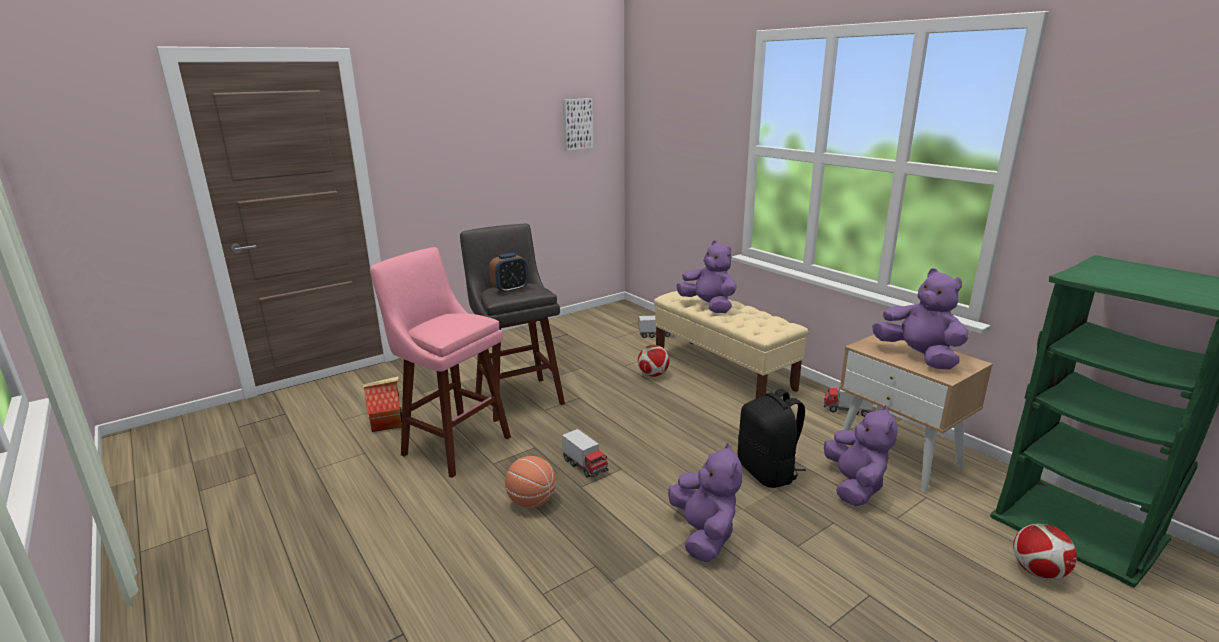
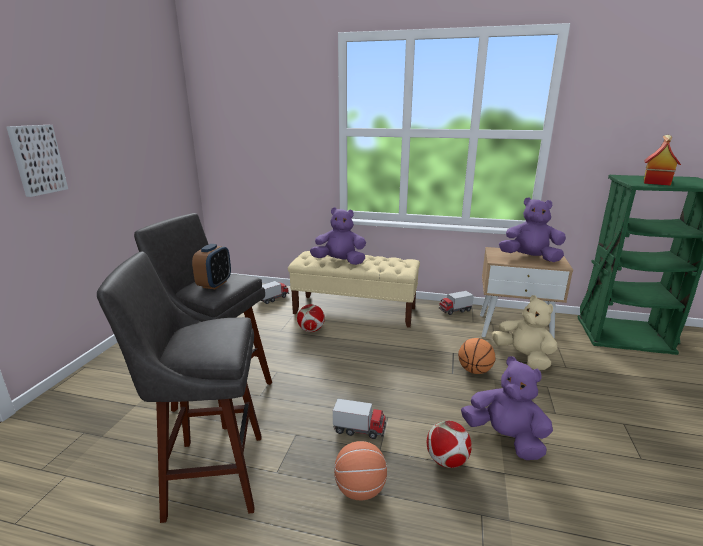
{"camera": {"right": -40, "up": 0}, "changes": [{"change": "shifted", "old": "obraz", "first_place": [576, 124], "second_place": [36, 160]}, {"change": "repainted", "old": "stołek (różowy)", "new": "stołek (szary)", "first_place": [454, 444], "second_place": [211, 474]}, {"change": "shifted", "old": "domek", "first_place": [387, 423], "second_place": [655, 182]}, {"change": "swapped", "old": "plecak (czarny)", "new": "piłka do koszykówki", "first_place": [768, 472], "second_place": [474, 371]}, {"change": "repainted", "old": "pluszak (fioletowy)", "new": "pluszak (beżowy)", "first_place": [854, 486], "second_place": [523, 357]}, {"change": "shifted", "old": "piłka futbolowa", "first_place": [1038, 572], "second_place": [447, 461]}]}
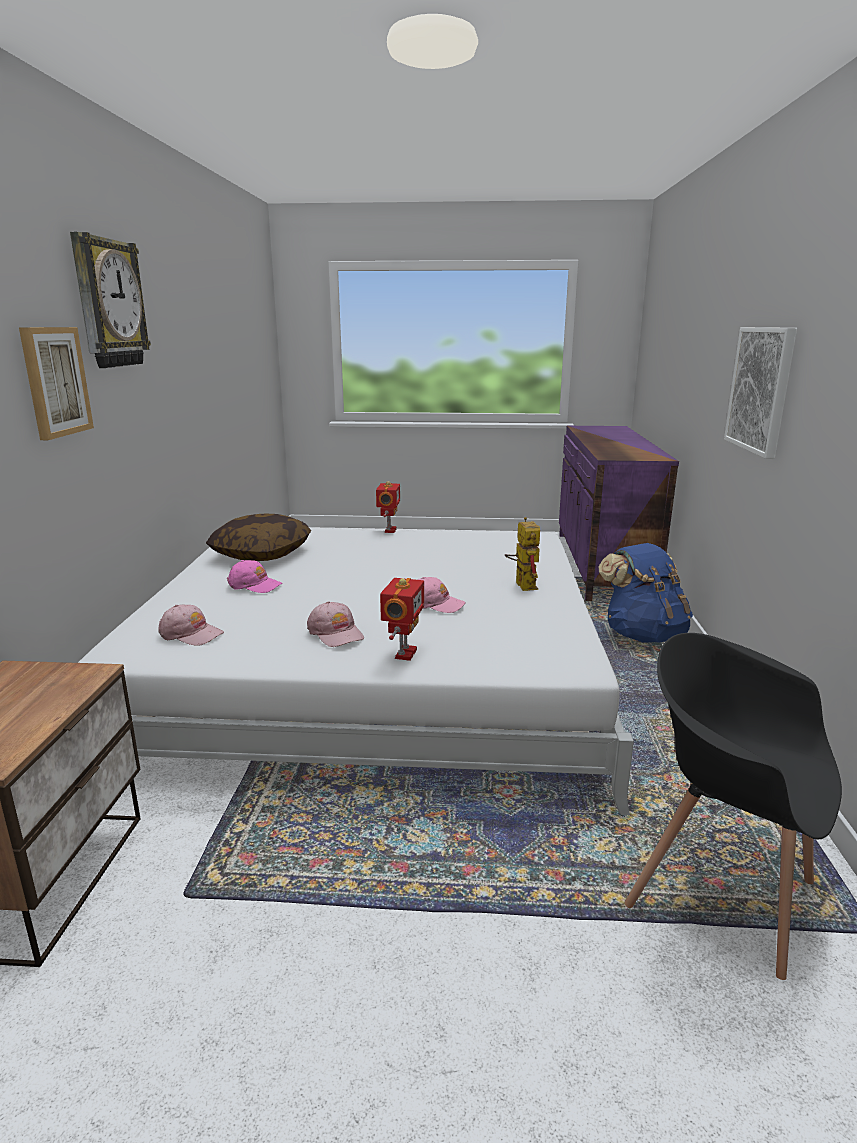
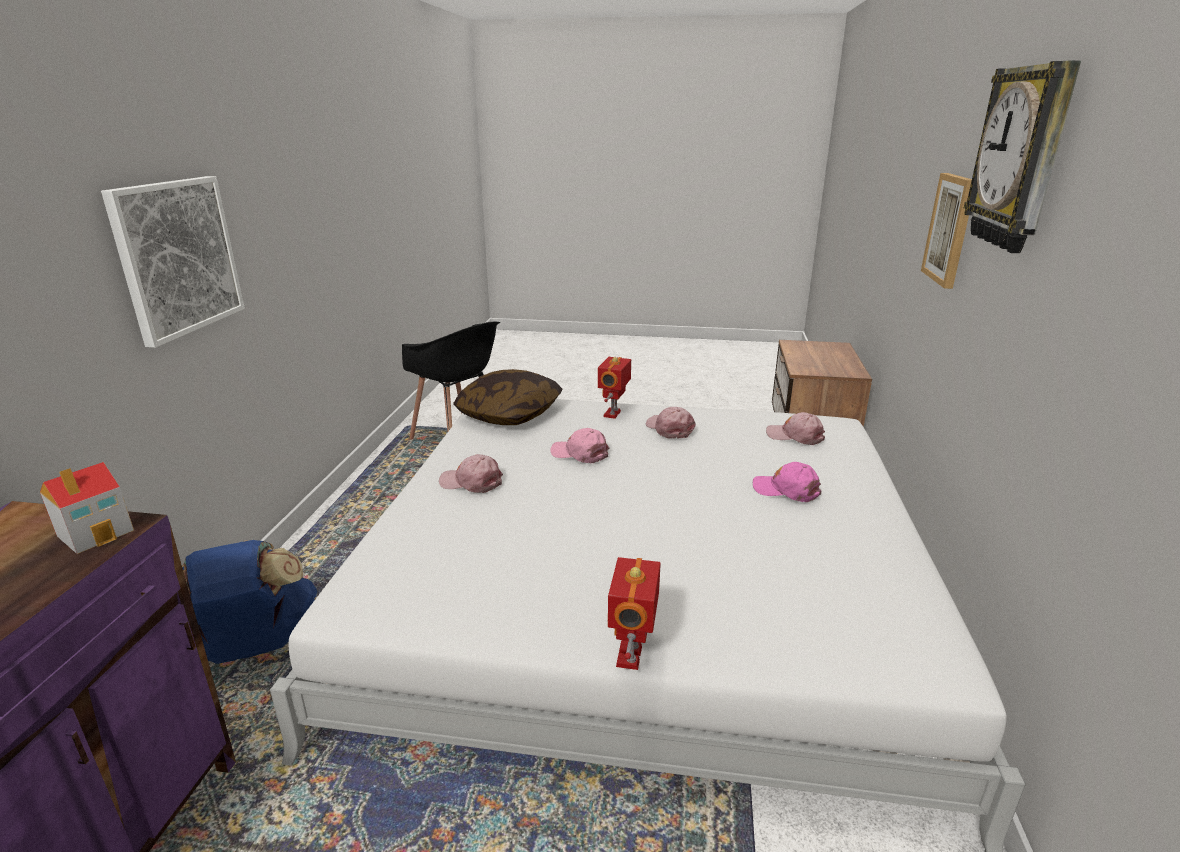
{"camera": {"right": -175, "up": 5}, "changes": [{"change": "shifted", "old": "poduszka", "first_place": [261, 553], "second_place": [509, 414]}, {"change": "swapped", "old": "robot zabawkowy", "new": "czapka z daszkiem (różowy)", "first_place": [522, 584], "second_place": [471, 482]}, {"change": "new", "new": "domek", "second_place": [96, 532]}]}
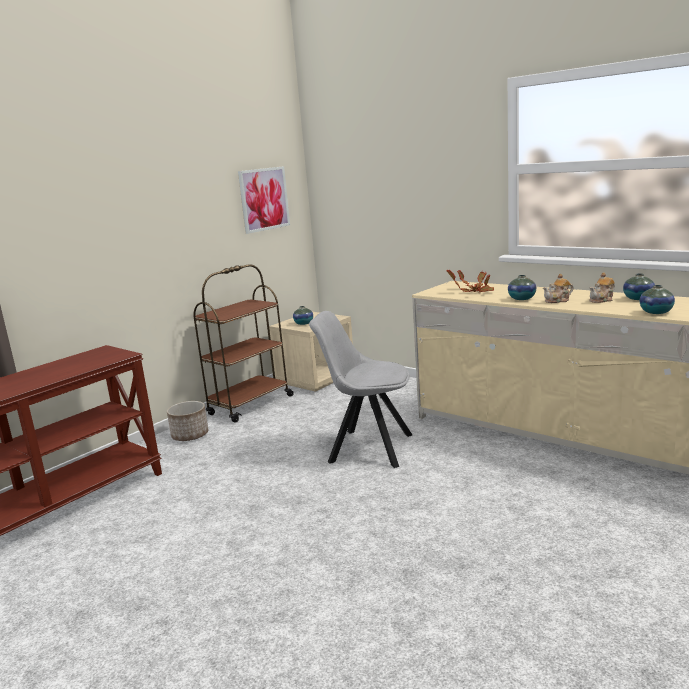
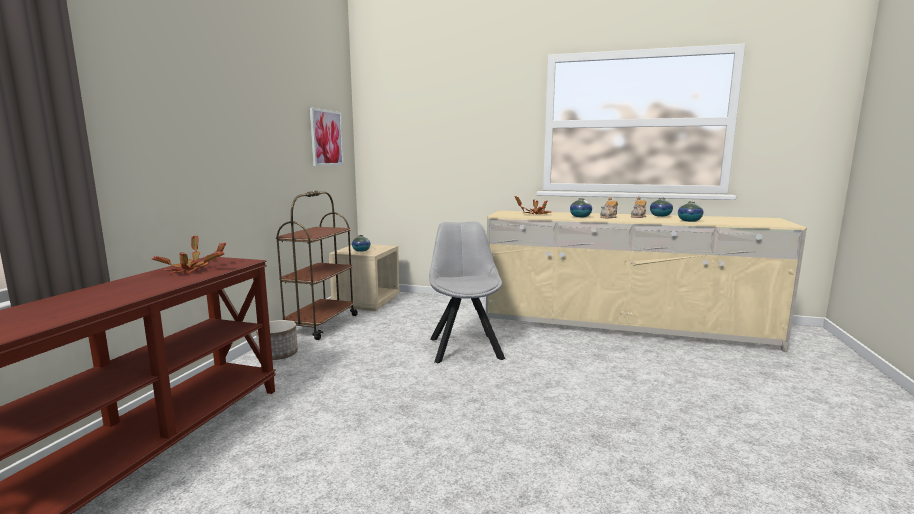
{"camera": {"right": -25, "up": -5}, "changes": [{"change": "rotated", "old": "krzesło (szary)", "first_place": [368, 448], "second_place": [465, 347], "degrees": 90}, {"change": "new", "new": "roślina doniczkowa", "second_place": [192, 270]}]}
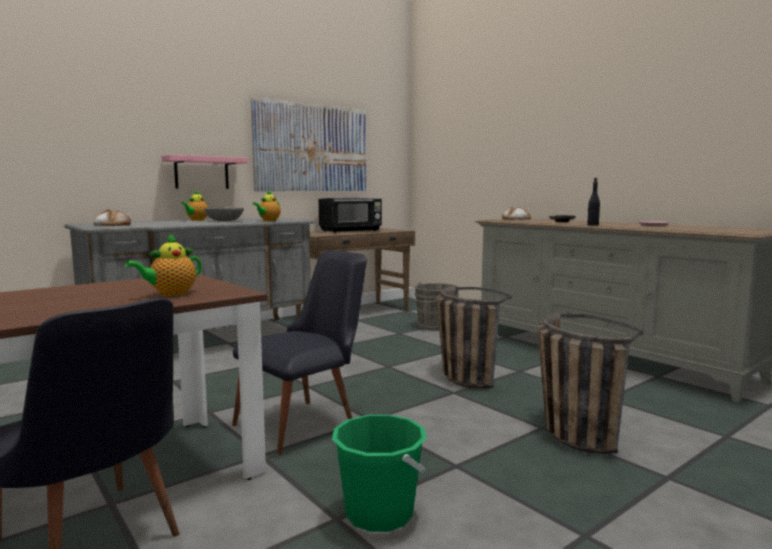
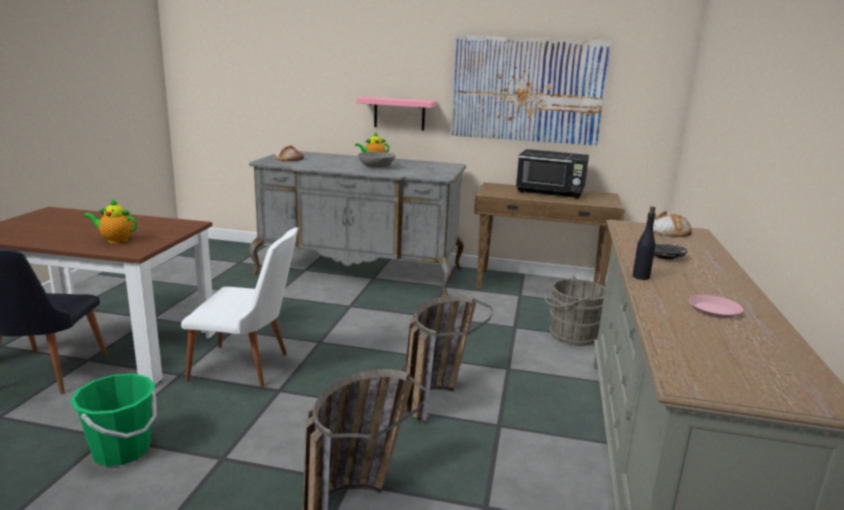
{"camera": {"right": 50, "up": 10}, "changes": [{"change": "gone", "old": "imbryk", "first_place": [268, 220]}, {"change": "repainted", "old": "krzesło (czarny)", "new": "krzesło (biały)", "first_place": [305, 422], "second_place": [248, 368]}]}
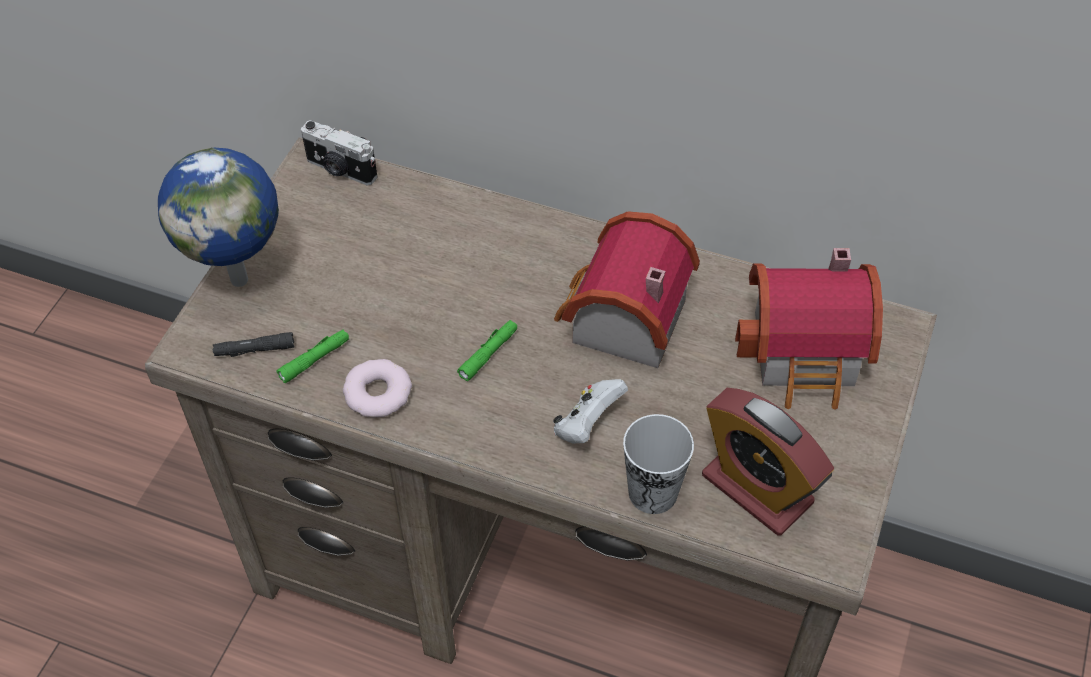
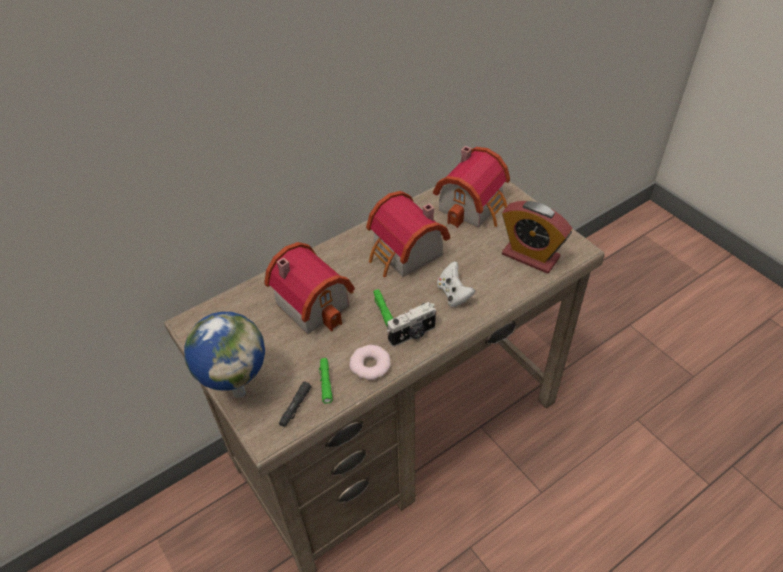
{"camera": {"right": -55, "up": -5}, "changes": [{"change": "shifted", "old": "aparat fotograficzny", "first_place": [340, 170], "second_place": [412, 334]}, {"change": "rotated", "old": "budzik", "first_place": [757, 489], "second_place": [530, 256], "degrees": 45}, {"change": "gone", "old": "filiżanka", "first_place": [653, 492]}, {"change": "new", "new": "domek", "second_place": [315, 302]}]}
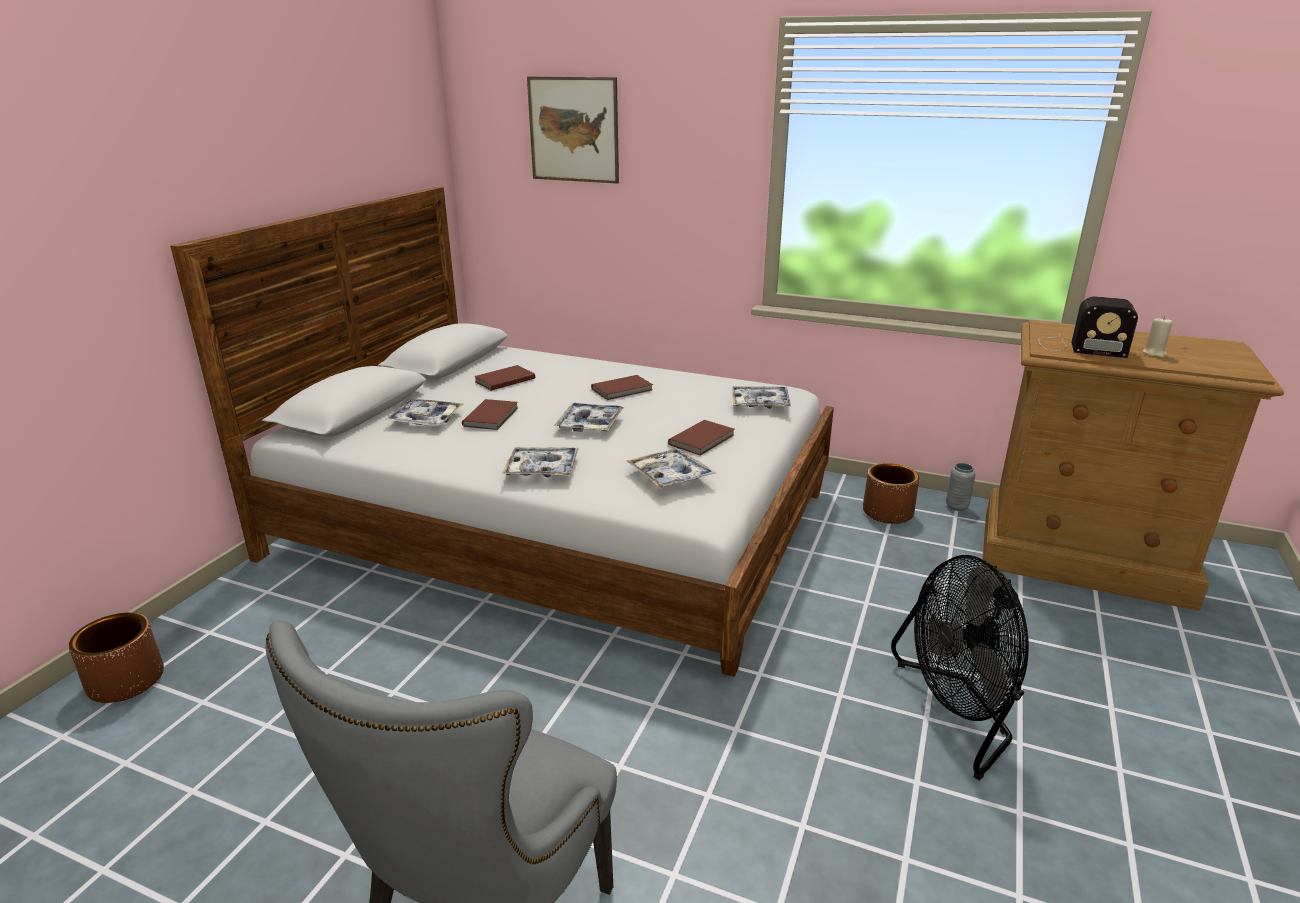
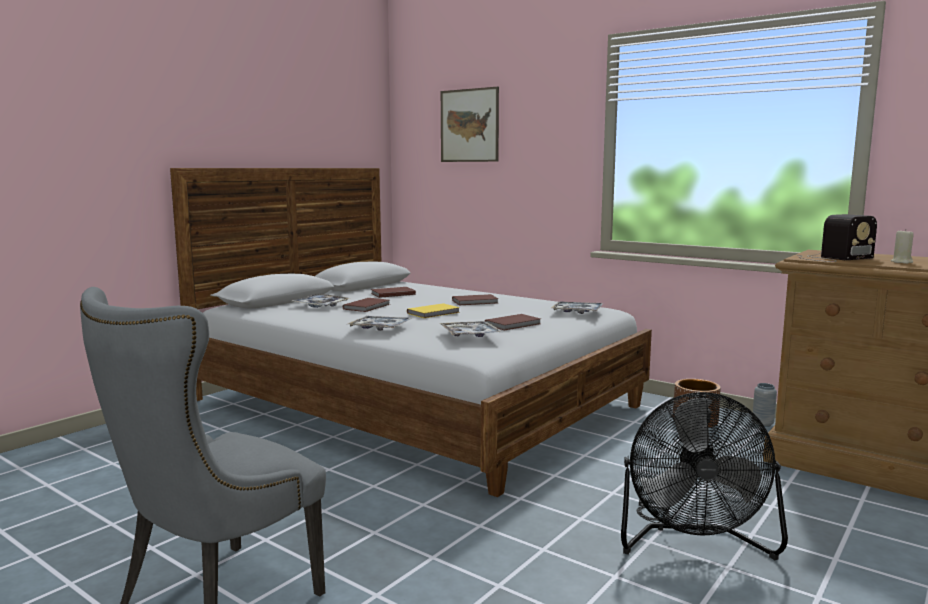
{"camera": {"right": 15, "up": -15}, "changes": [{"change": "rotated", "old": "radio", "first_place": [1078, 347], "second_place": [833, 258], "degrees": -60}, {"change": "swapped", "old": "taca", "new": "książka (żółty)", "first_place": [590, 424], "second_place": [434, 313]}, {"change": "rotated", "old": "wentylator (czarny)", "first_place": [962, 708], "second_place": [687, 540], "degrees": -90}, {"change": "gone", "old": "donica (brązowy)", "first_place": [126, 681]}]}
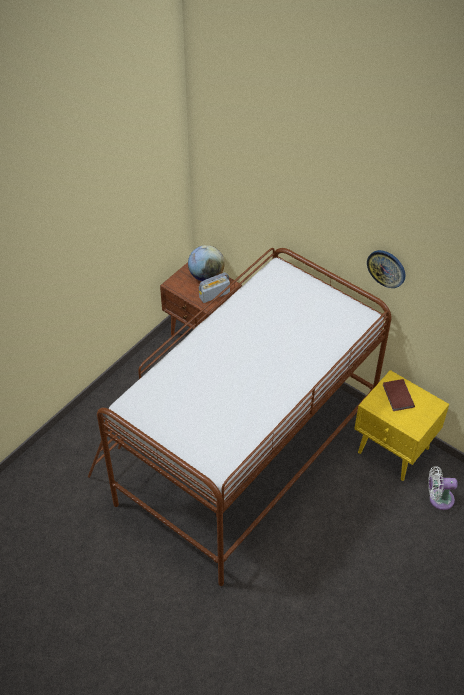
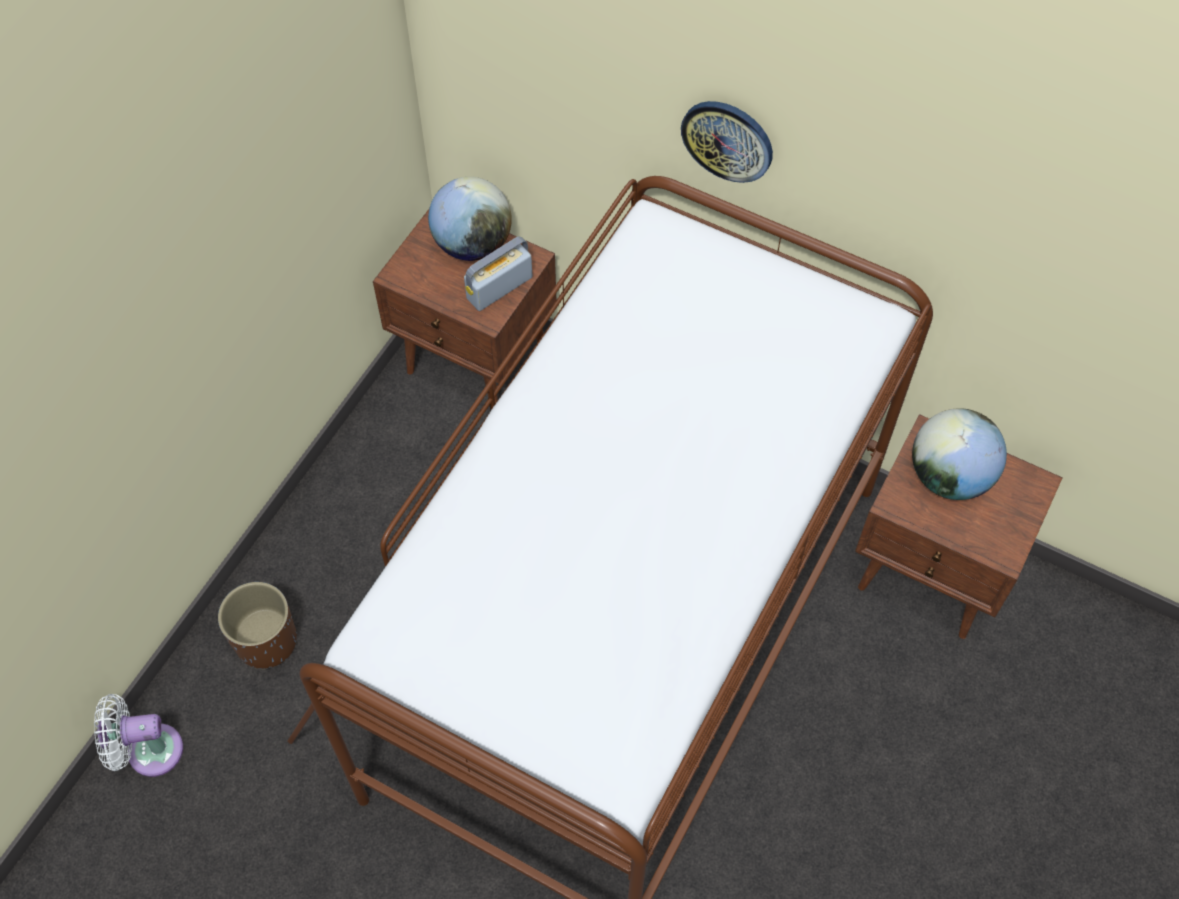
{"camera": {"right": -10, "up": 10}, "changes": [{"change": "shifted", "old": "zegar ścienny", "first_place": [386, 268], "second_place": [727, 140]}, {"change": "repainted", "old": "szafka nocna (żółty)", "new": "szafka nocna (brązowy)", "first_place": [394, 451], "second_place": [932, 573]}, {"change": "swapped", "old": "książka (brązowy)", "new": "globus", "first_place": [397, 396], "second_place": [949, 476]}, {"change": "shifted", "old": "wentylator (biały)", "first_place": [438, 499], "second_place": [149, 751]}, {"change": "new", "new": "donica (brązowy)", "second_place": [266, 640]}]}
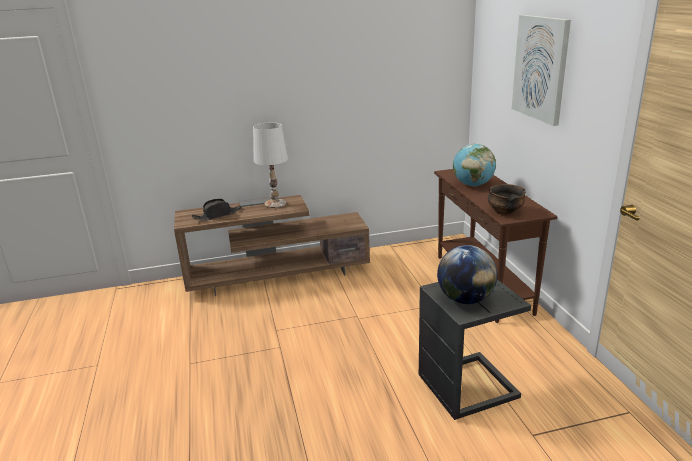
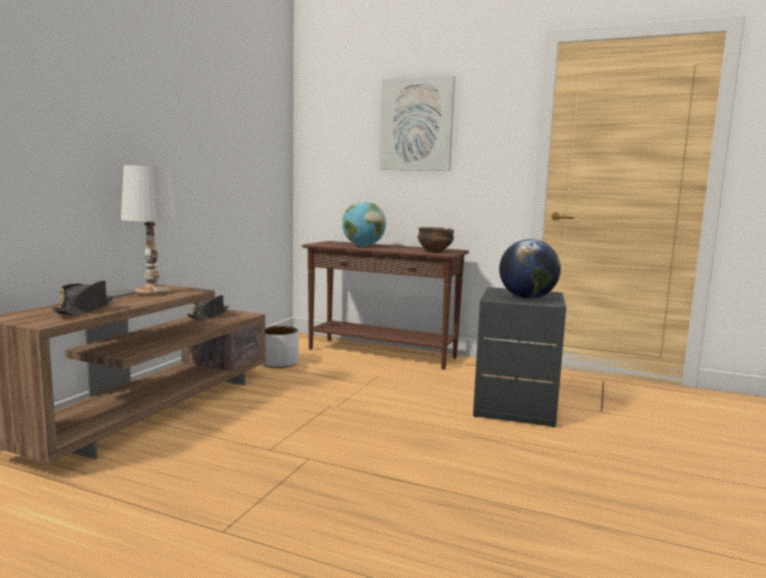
{"camera": {"right": -55, "up": -15}, "changes": [{"change": "new", "new": "kapelusz (czarny)", "second_place": [209, 315]}, {"change": "new", "new": "donica (biały)", "second_place": [279, 363]}]}
